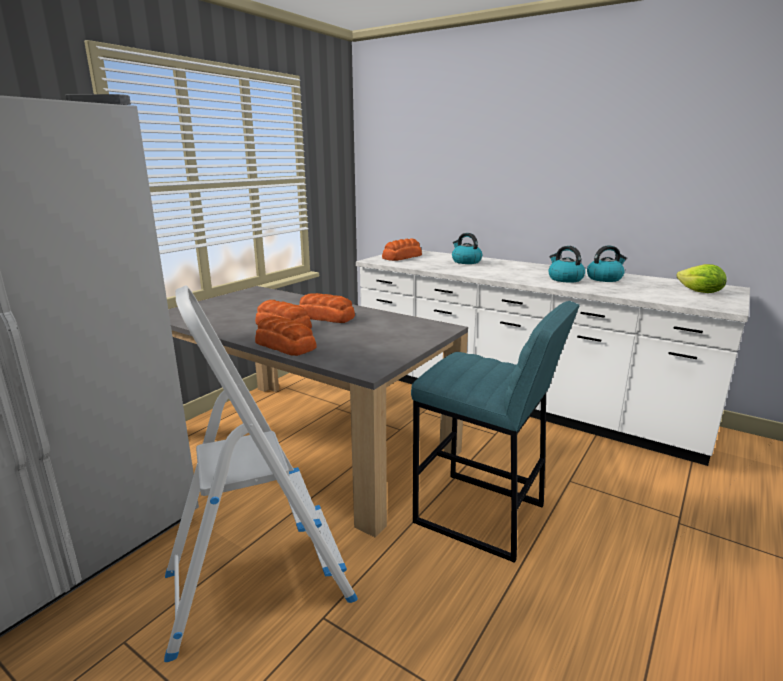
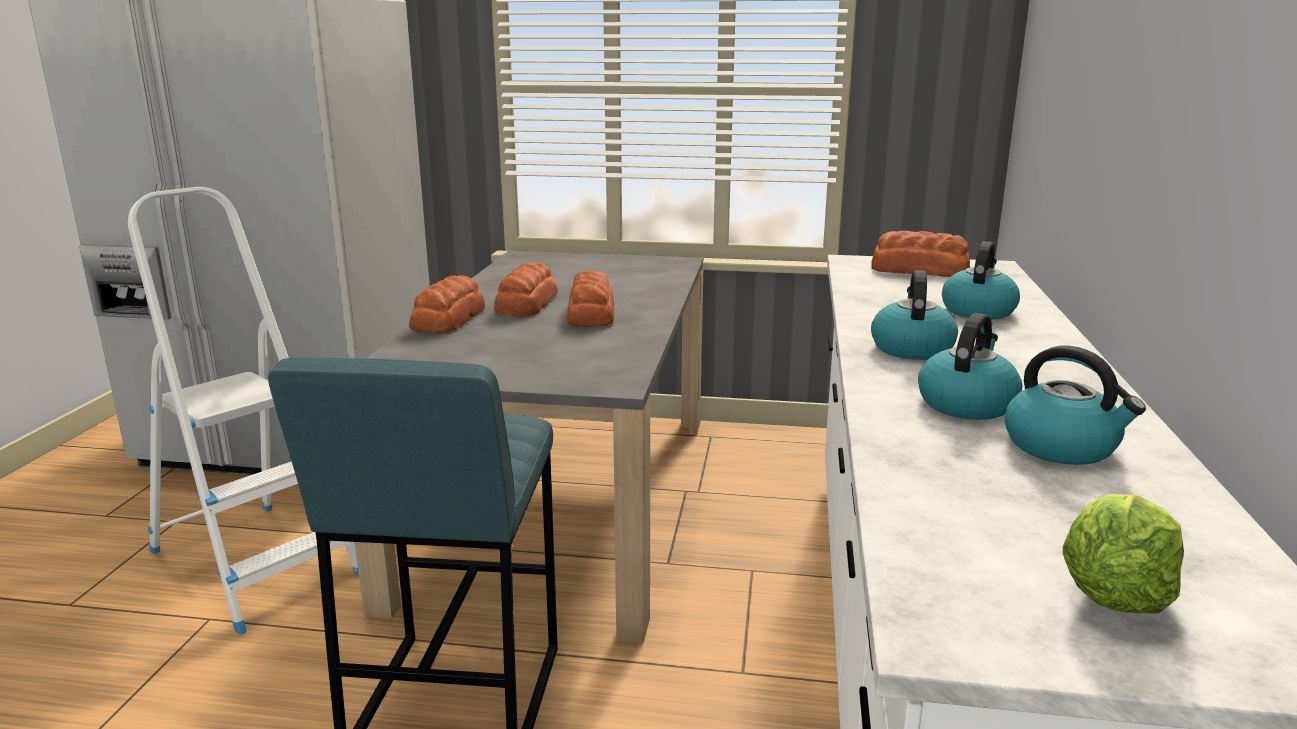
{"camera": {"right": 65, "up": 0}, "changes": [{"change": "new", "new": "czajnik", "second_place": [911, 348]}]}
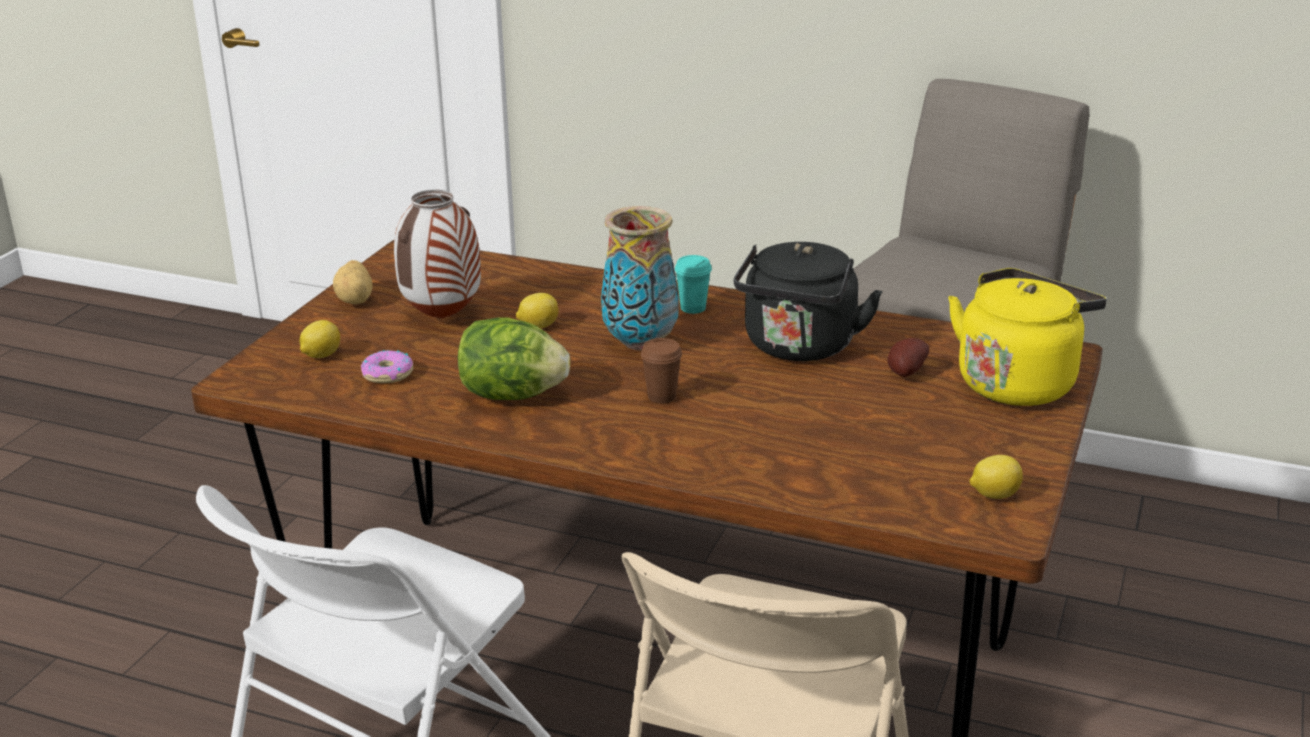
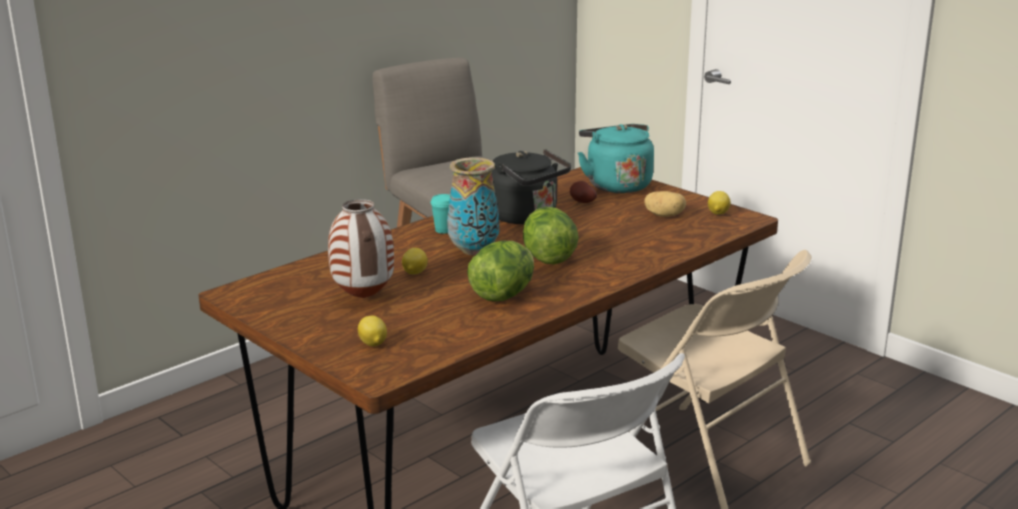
{"camera": {"right": -65, "up": -5}, "changes": [{"change": "shifted", "old": "ziemniak", "first_place": [356, 299], "second_place": [664, 215]}, {"change": "repainted", "old": "czajnik (żółty)", "new": "czajnik (turkusowy)", "first_place": [1018, 382], "second_place": [616, 184]}, {"change": "swapped", "old": "filiżanka (brązowy)", "new": "sałata", "first_place": [661, 397], "second_place": [548, 258]}, {"change": "gone", "old": "donut", "first_place": [387, 374]}]}
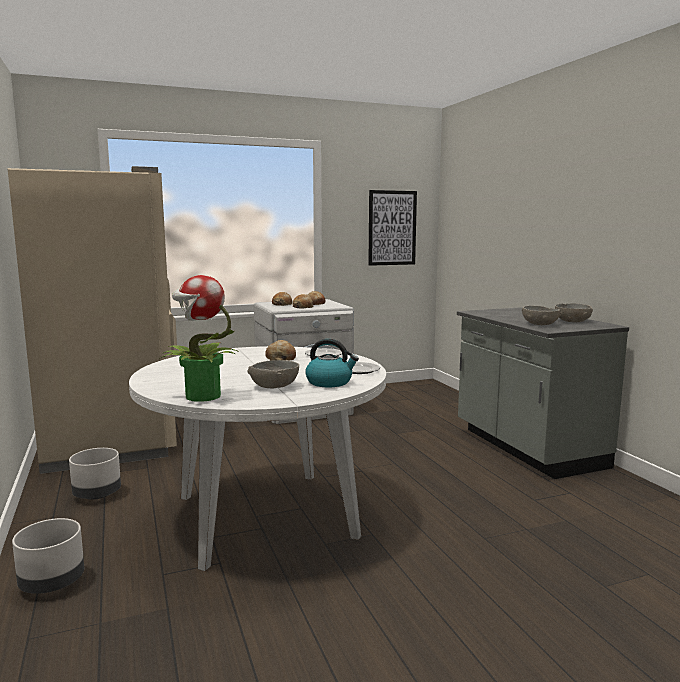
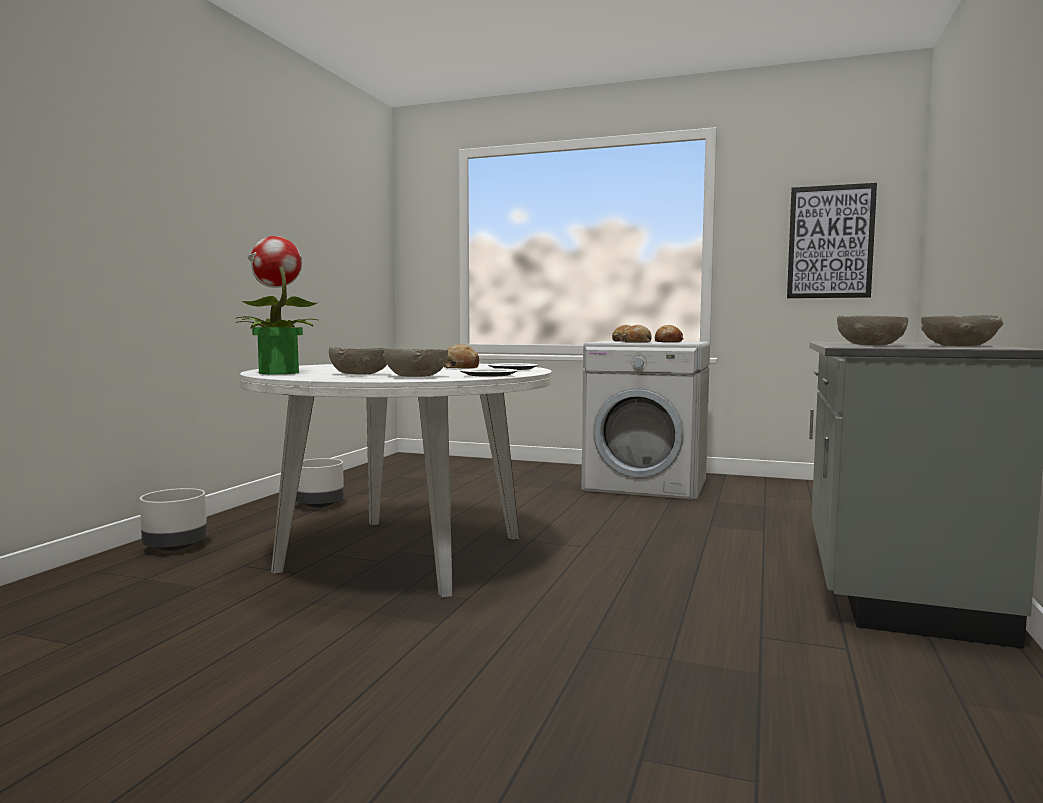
{"camera": {"right": 40, "up": -5}, "changes": [{"change": "gone", "old": "lodówka (beżowy)", "first_place": [112, 437]}, {"change": "swapped", "old": "czajnik", "new": "miska (szary)", "first_place": [330, 382], "second_place": [416, 376]}]}
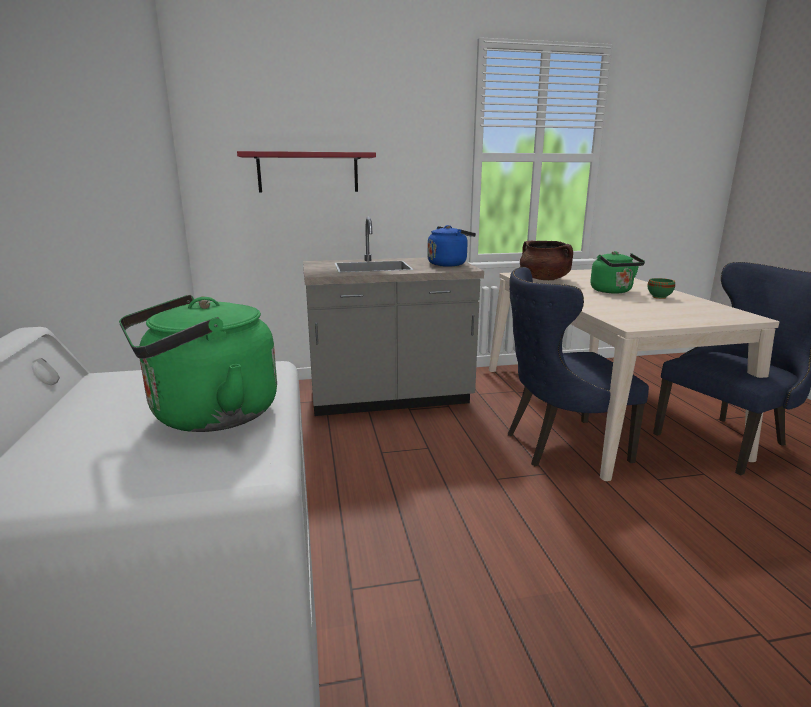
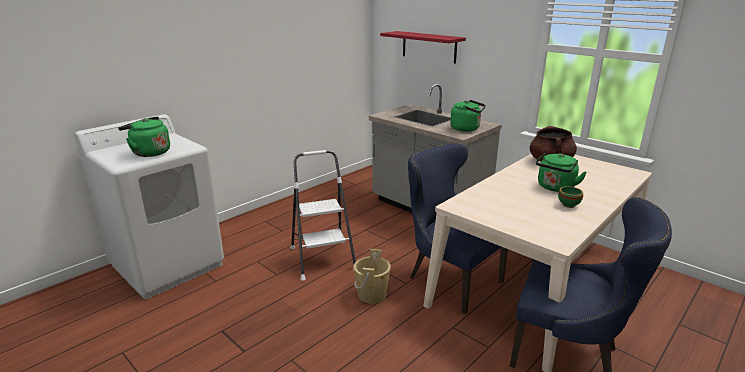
{"camera": {"right": 55, "up": 5}, "changes": [{"change": "repainted", "old": "czajnik (niebieski)", "new": "czajnik (zielony)", "first_place": [449, 264], "second_place": [467, 129]}, {"change": "new", "new": "drabinka (biały)", "second_place": [322, 256]}, {"change": "new", "new": "wiadro (beżowy)", "second_place": [372, 294]}]}
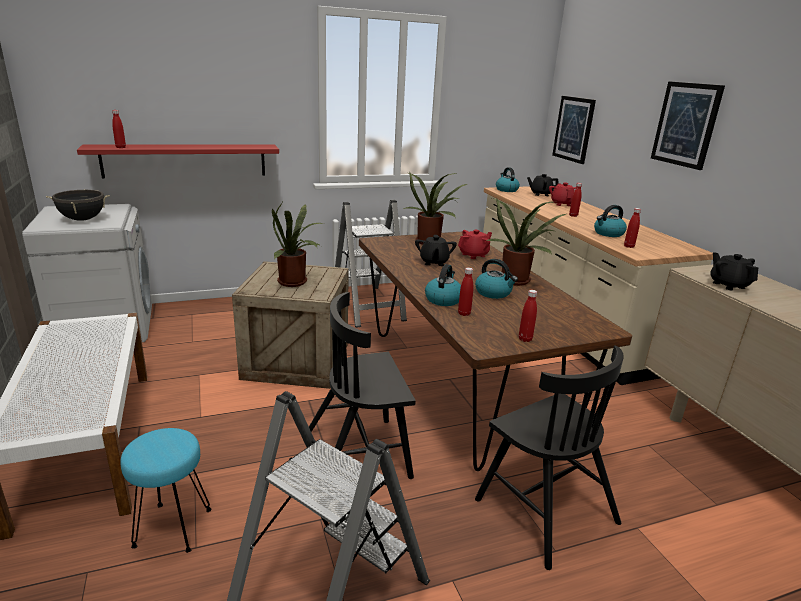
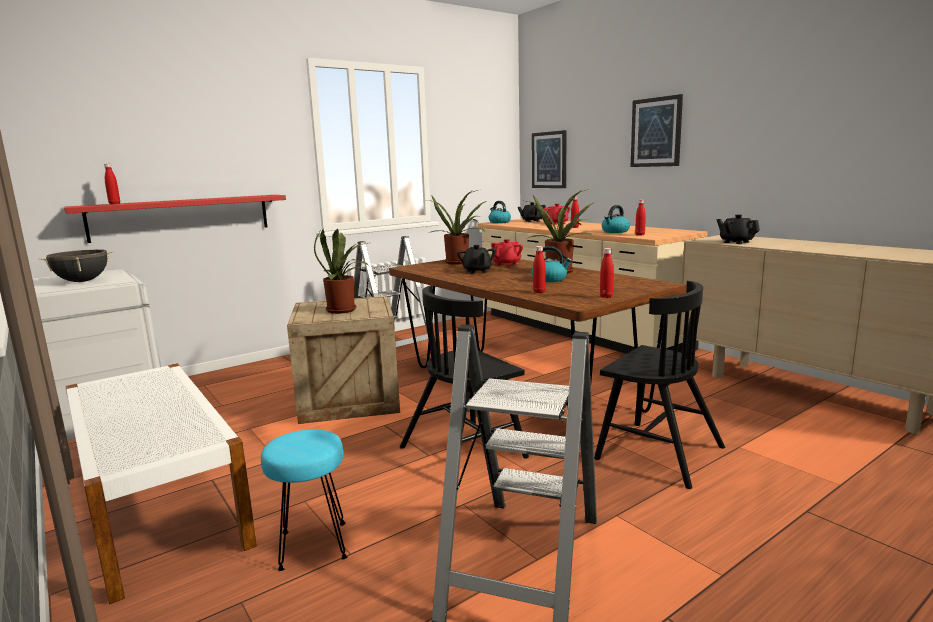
{"camera": {"right": -15, "up": -10}, "changes": [{"change": "gone", "old": "czajnik", "first_place": [443, 299]}]}
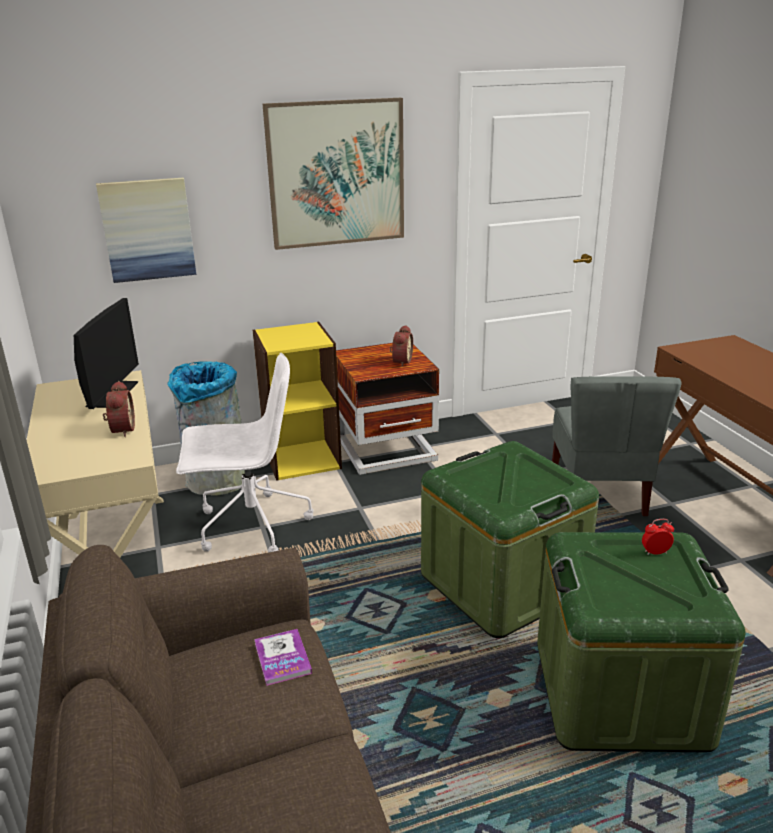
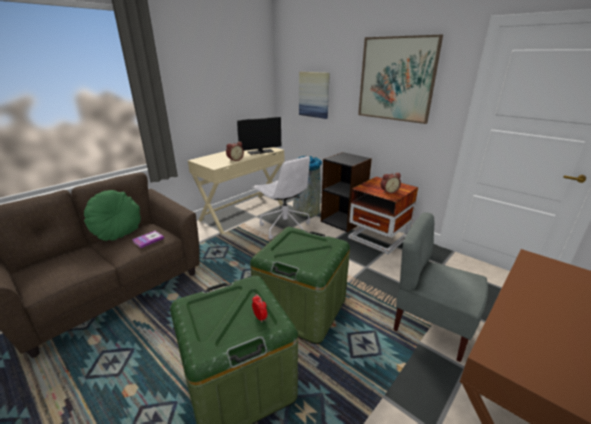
{"camera": {"right": 60, "up": 0}, "changes": [{"change": "repainted", "old": "regał (żółty)", "new": "regał (czarny)", "first_place": [302, 459], "second_place": [343, 221]}, {"change": "rotated", "old": "krzesło (szary)", "first_place": [599, 494], "second_place": [431, 325], "degrees": 60}, {"change": "new", "new": "poduszka (zielony)", "second_place": [119, 234]}]}
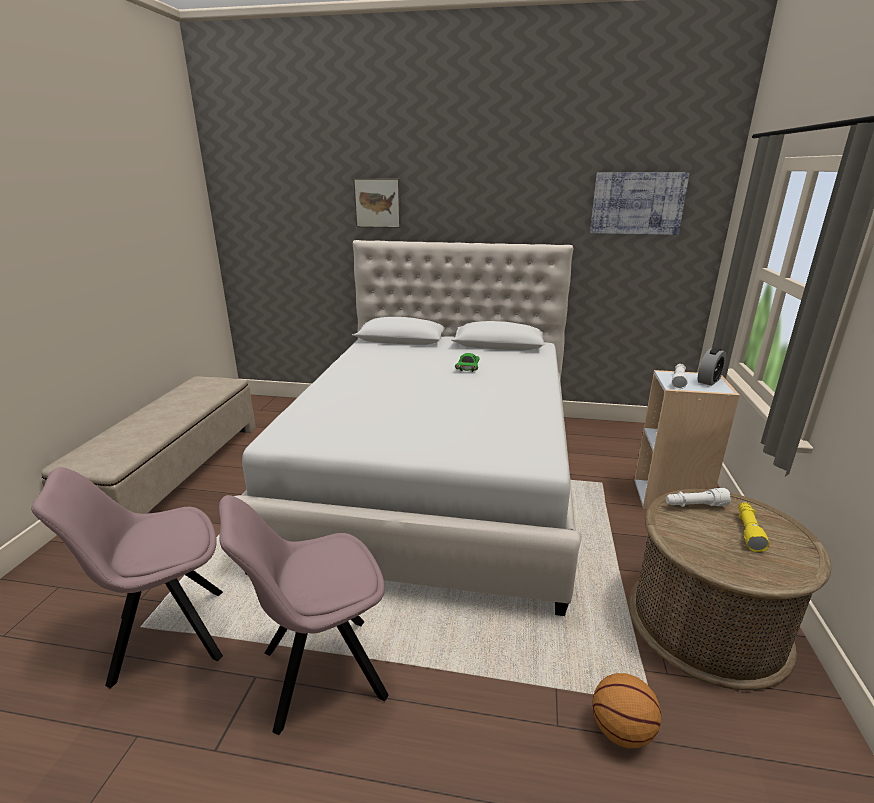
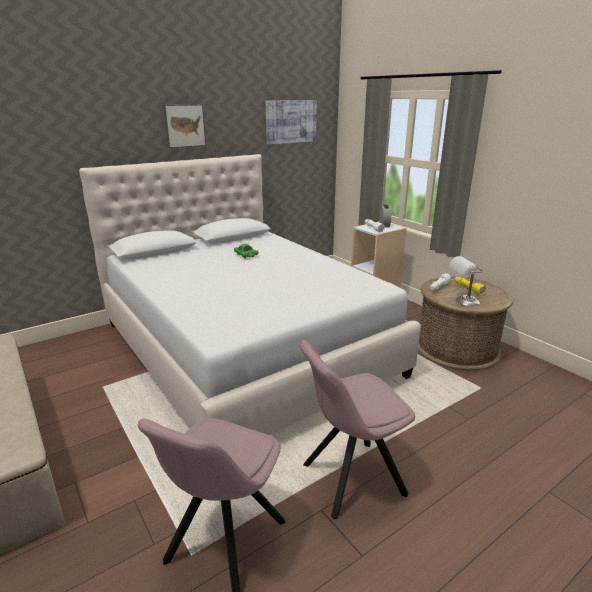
{"camera": {"right": -45, "up": 0}, "changes": [{"change": "shifted", "old": "obraz", "first_place": [378, 203], "second_place": [184, 125]}, {"change": "rotated", "old": "krzesło (różowy)", "first_place": [322, 673], "second_place": [352, 478], "degrees": 45}, {"change": "gone", "old": "piłka do koszykówki", "first_place": [621, 730]}, {"change": "new", "new": "lampa stołowa (biały)", "second_place": [463, 301]}]}
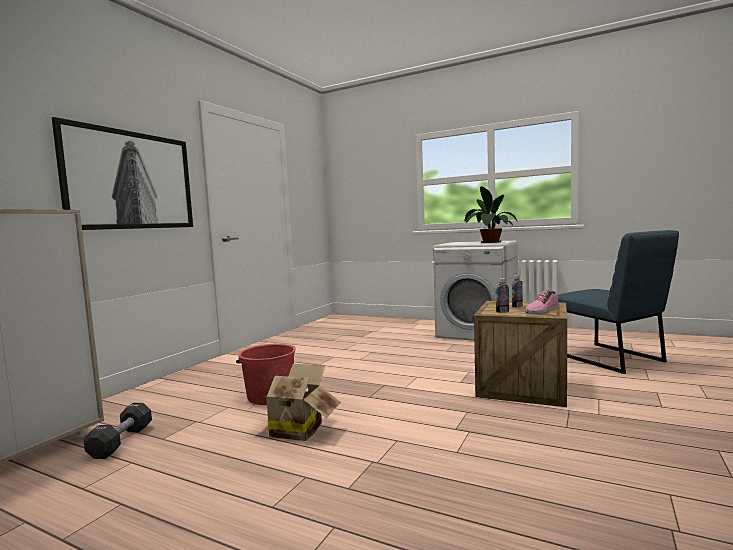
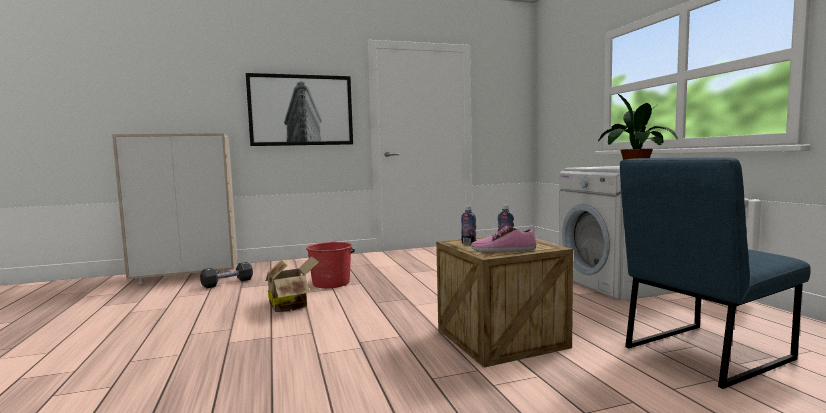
{"camera": {"right": 45, "up": 0}, "changes": [{"change": "rotated", "old": "krzesło (niebieski)", "first_place": [610, 358], "second_place": [703, 353], "degrees": 45}]}
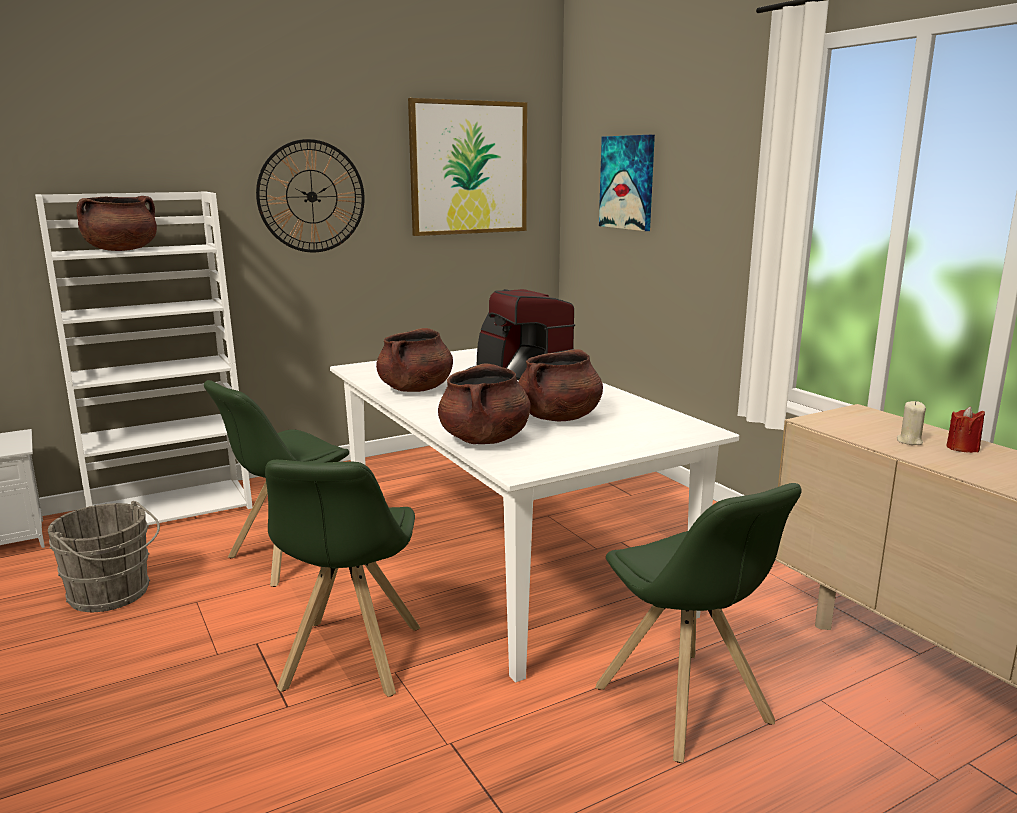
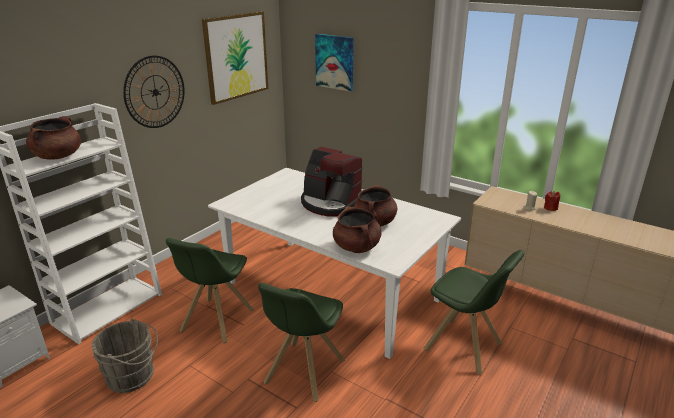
{"camera": {"right": -25, "up": 10}, "changes": [{"change": "gone", "old": "garnek (brązowy)", "first_place": [415, 389]}, {"change": "rotated", "old": "krzesło (zielony)", "first_place": [350, 658], "second_place": [304, 371], "degrees": 45}]}
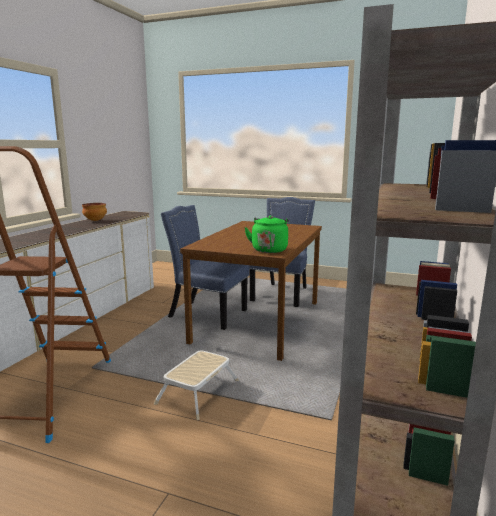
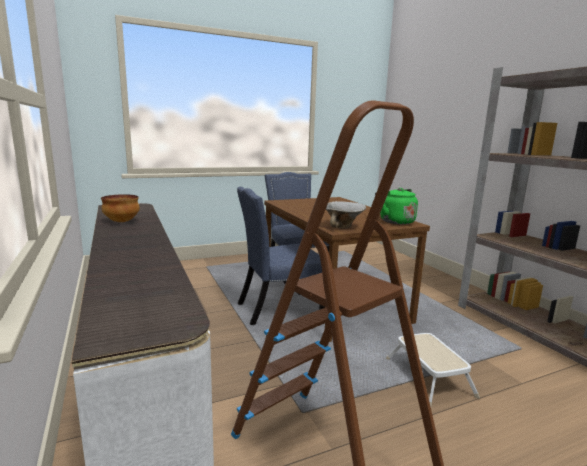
{"camera": {"right": -45, "up": 0}, "changes": [{"change": "new", "new": "miska", "second_place": [343, 227]}]}
